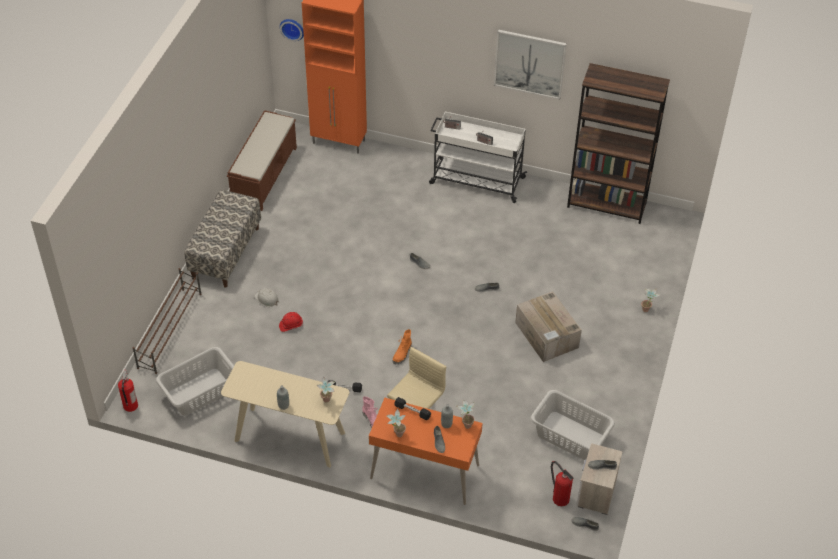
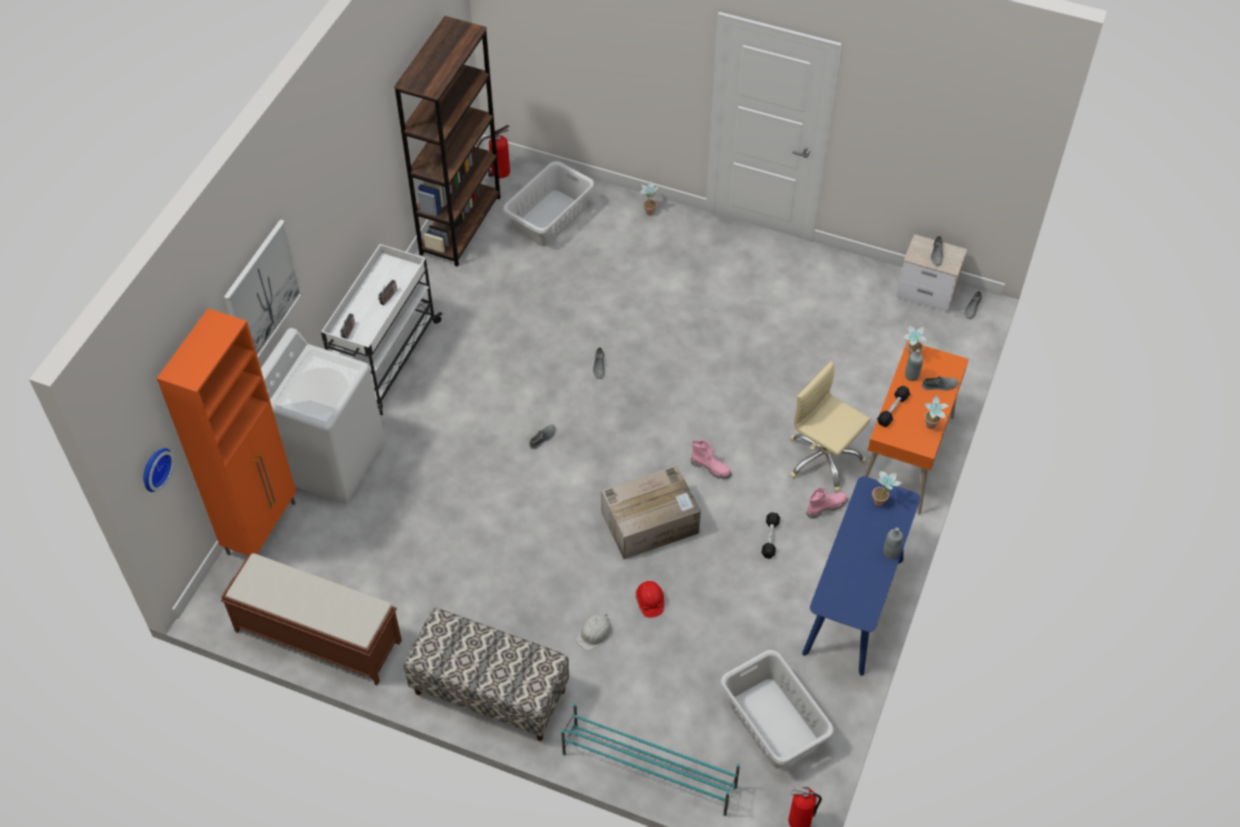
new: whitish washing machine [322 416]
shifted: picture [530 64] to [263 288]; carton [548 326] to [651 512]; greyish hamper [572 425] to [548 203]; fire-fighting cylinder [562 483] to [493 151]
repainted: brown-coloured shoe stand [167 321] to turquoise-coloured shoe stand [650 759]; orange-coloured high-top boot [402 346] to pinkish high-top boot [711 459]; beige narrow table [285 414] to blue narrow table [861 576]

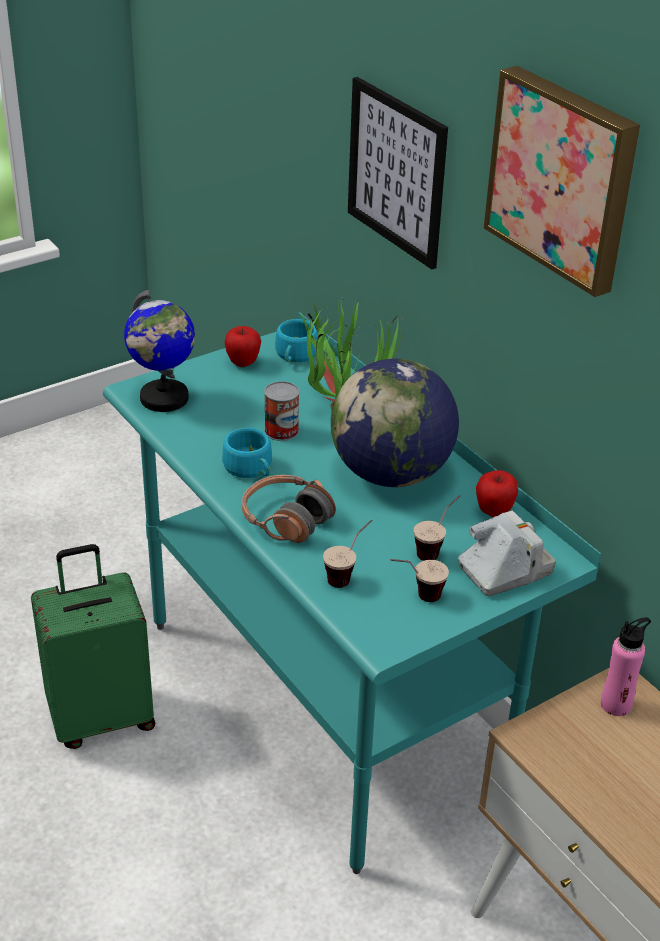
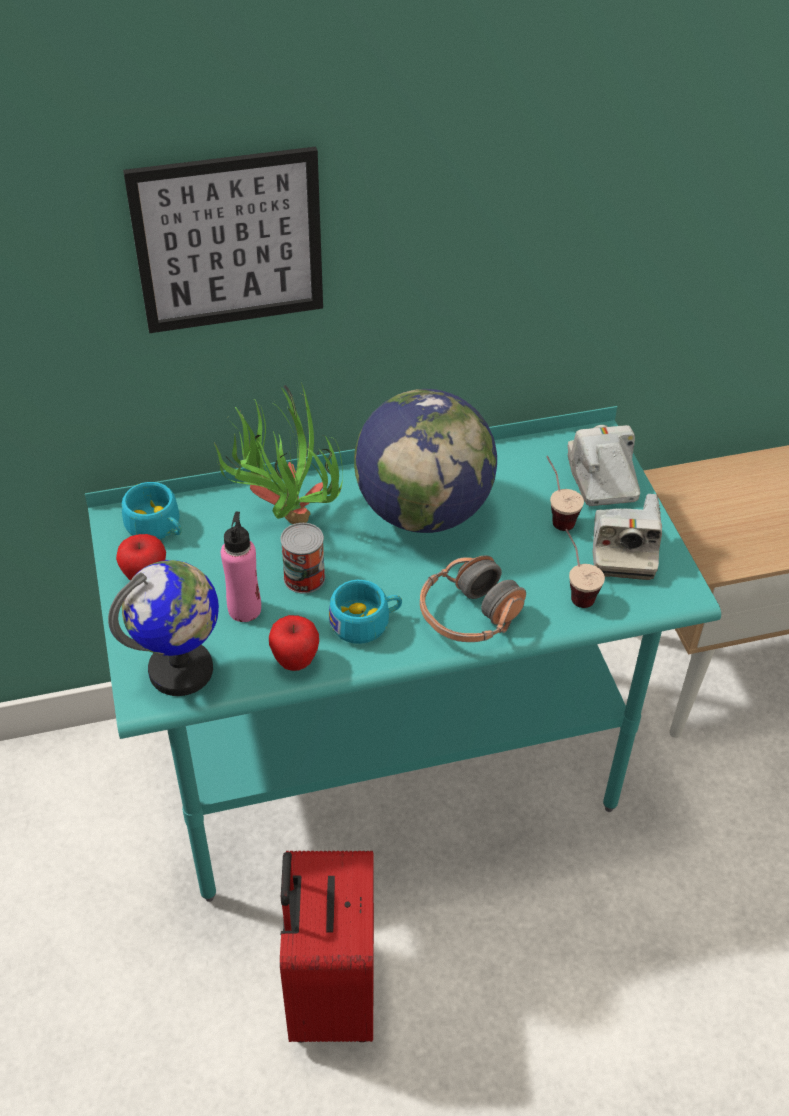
gone: picture [562 181]
shifted: apple fruit [497 493] to [294 643]; pinkish beverage bottle [626 666] to [241 567]
swapped: drinking cup [419 580] to photo camera [627 537]
repainted: green-coloured piece of luggage [93 646] to red piece of luggage [327 946]

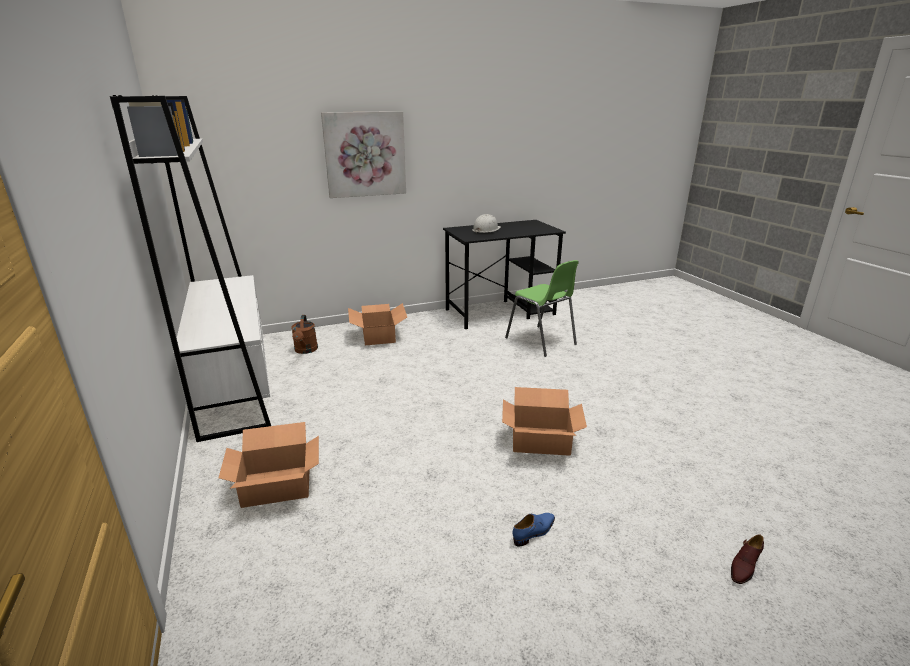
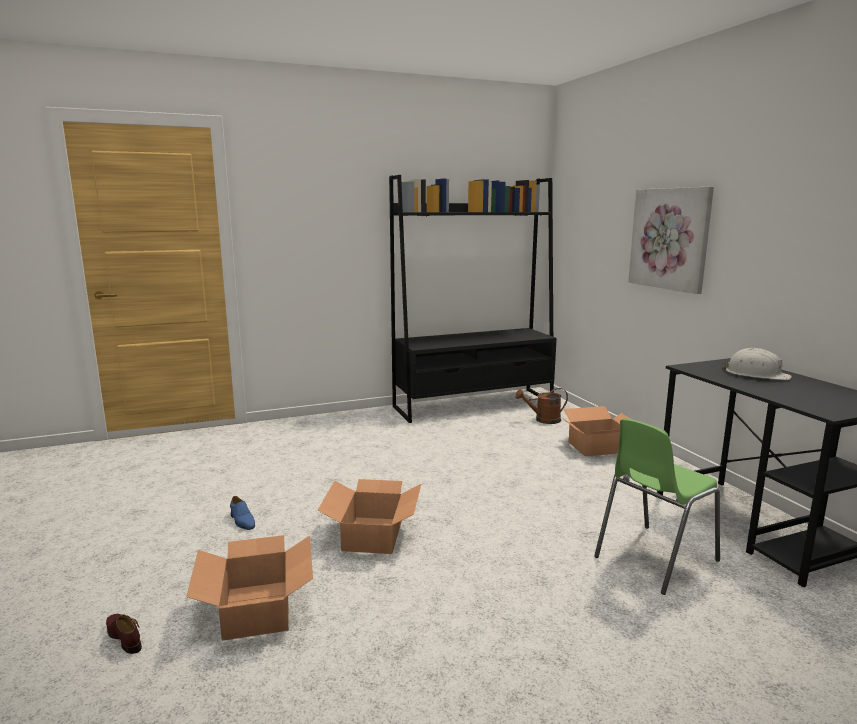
shifted: carton [269 465] to [249 588]
repainted: whitish bookcase [190 268] to black bookcase [473 299]

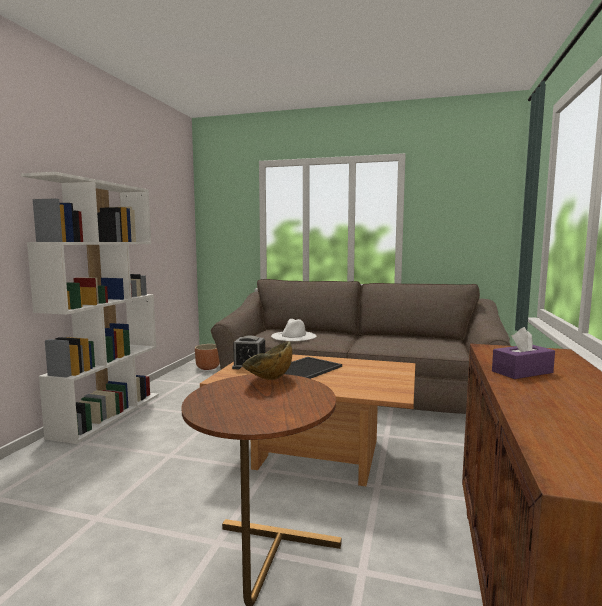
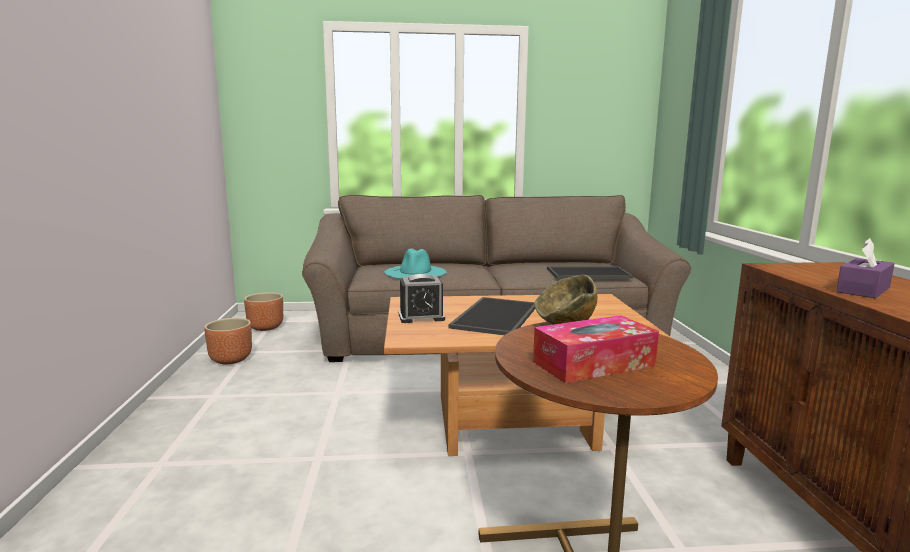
gone: whitish bookcase [90 308]
new: tray [590 272]; box of tissues [596 349]; brown-coloured flower pot [228 341]
repainted: whitish clothing hat [293 330] to turquoise-coloured clothing hat [415 264]

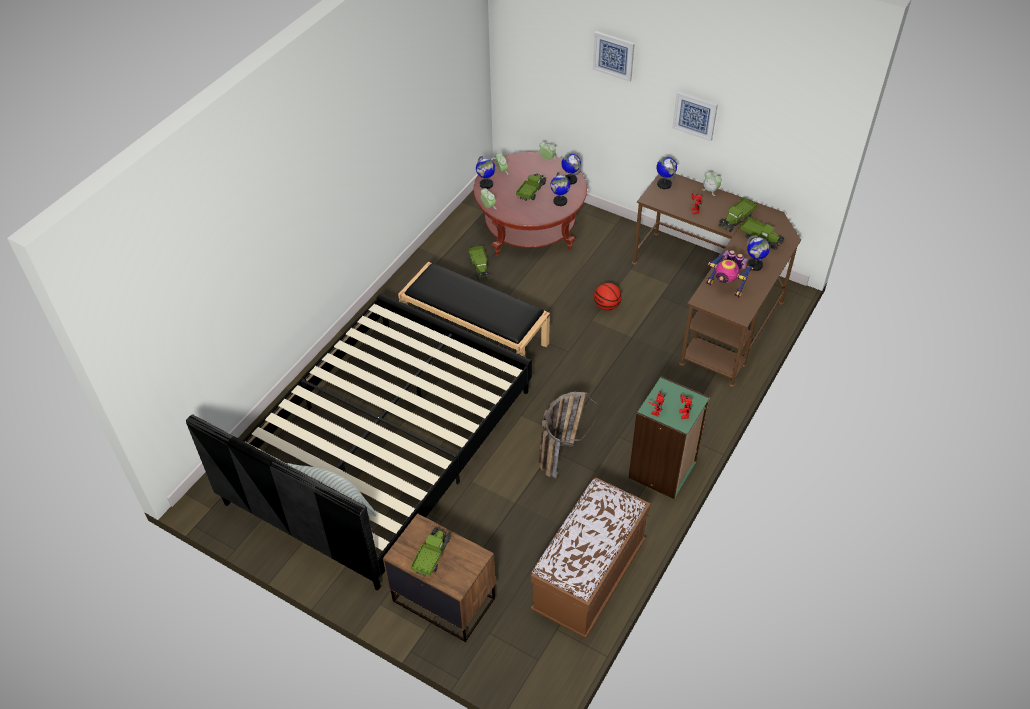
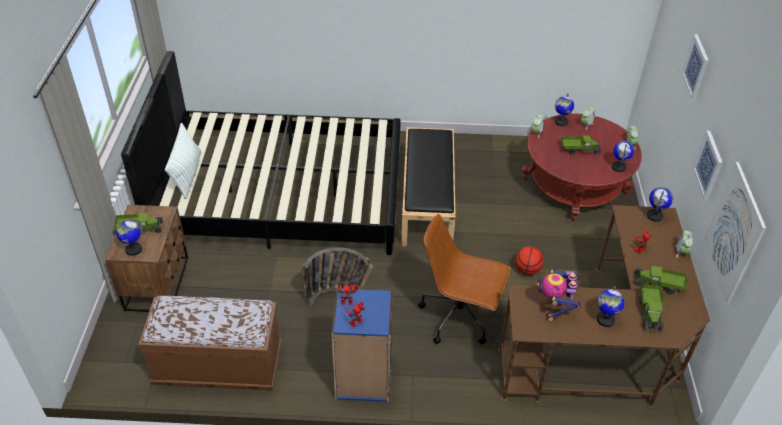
gone: toy truck [479 263]
new: picture [735 233]; brown-coloured office chair [464 279]
shifted: globe [560 189] to [129 237]
repainted: green-coloured bookcase [669 437] to blue bookcase [362 345]

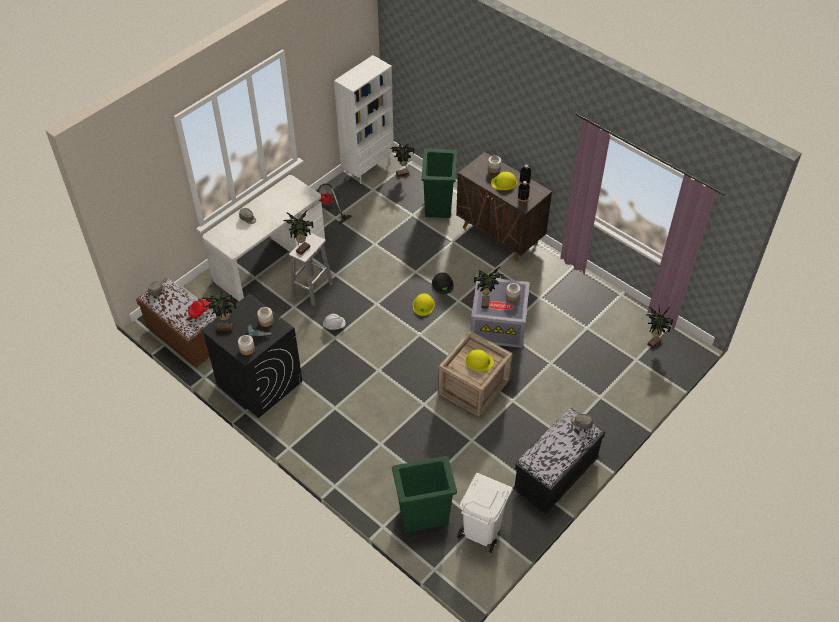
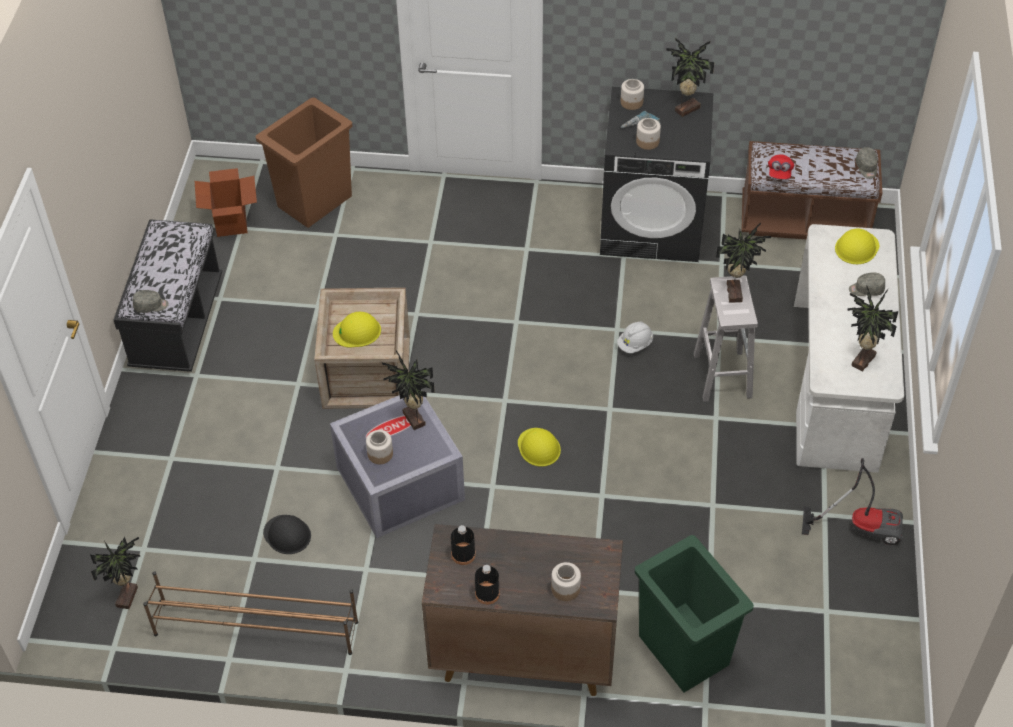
gone: whitish bookcase [364 119]
new: brown-coloured shoe stand [250 613]
shifted: plant in a pot [402 160] to [873 328]; yellowish hard hat [504 181] to [857 246]; black hard hat [443 283] to [287 534]
swapped: whitish rubbish bin [485 513] to carton [226 202]
repainted: green-coloured rubbish bin [424 494] to brown-coloured rubbish bin [304 163]

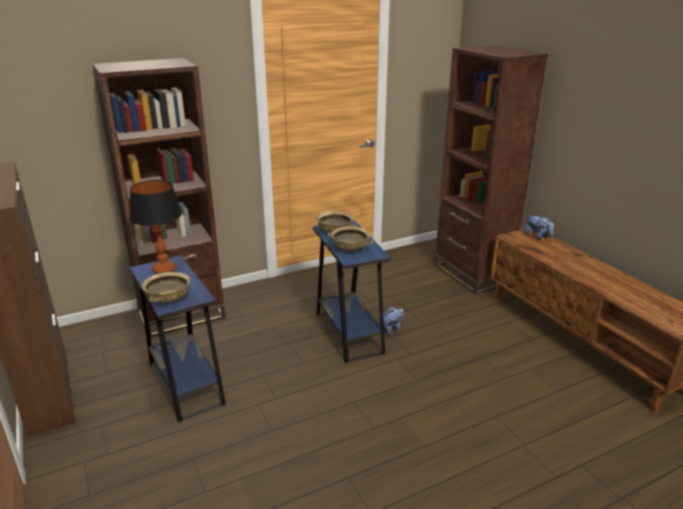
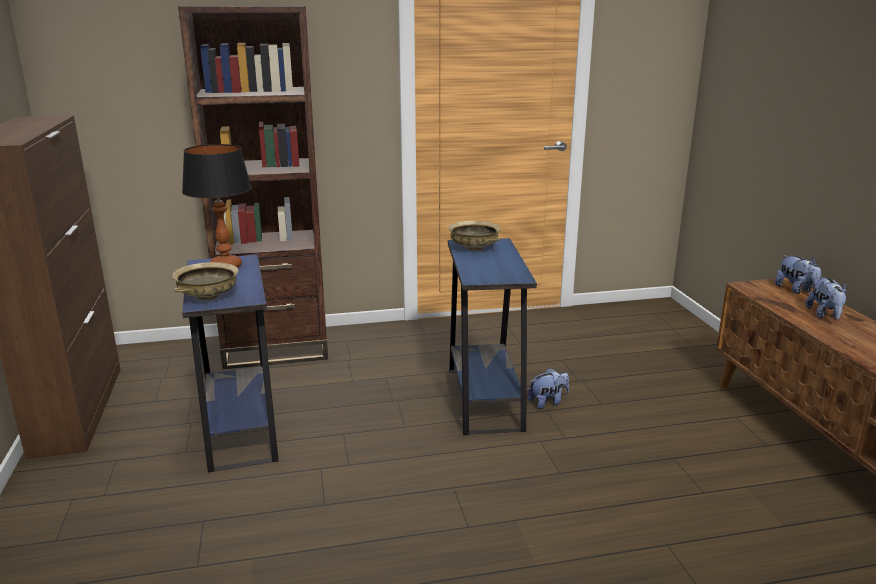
gone: brown-coloured bookcase [491 170]; beige serving bowl [350 239]
new: plush toy [826 298]

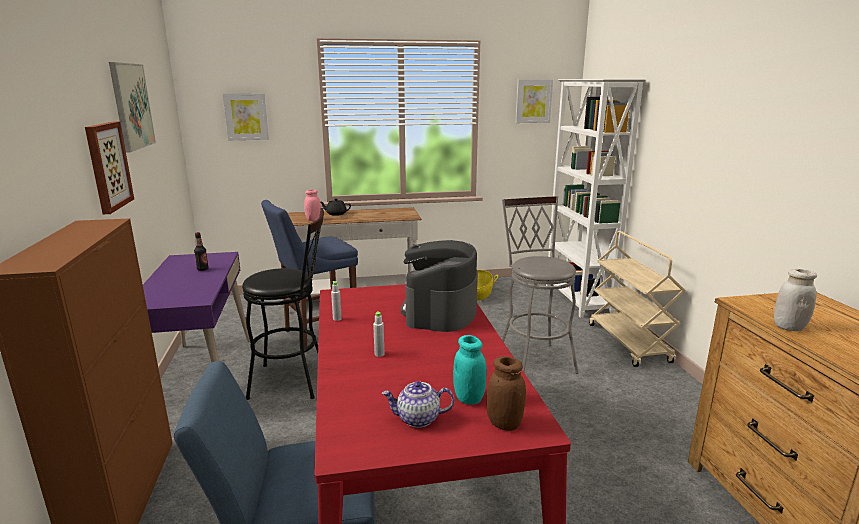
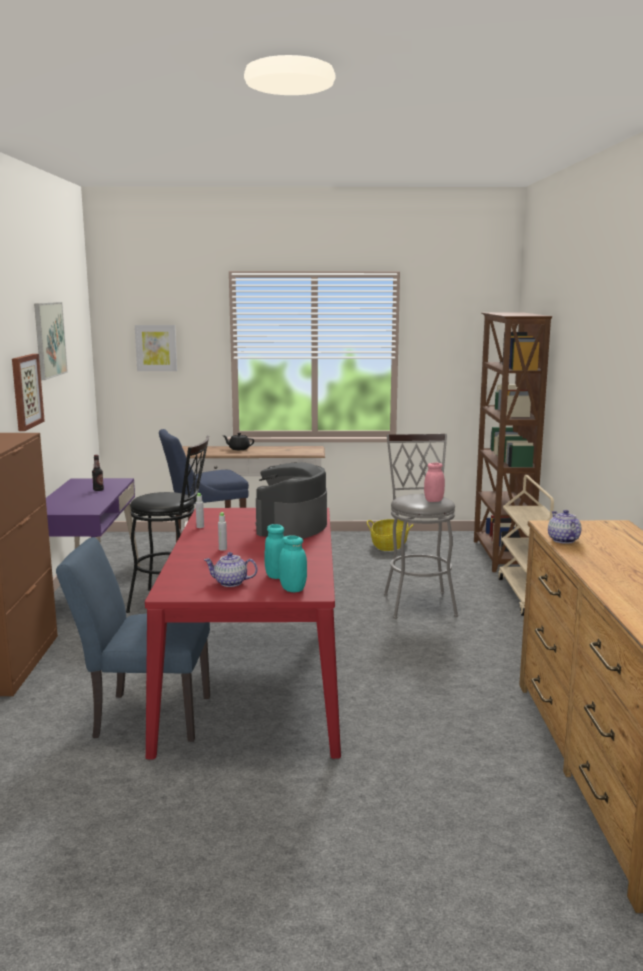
gone: picture [534 101]
shifted: pinkish storage jar [312 205] to [434 482]
swapped: whitish storage jar [795 300] to pot for tea [565 527]
repainted: whitish bookcase [596 198] to brown-coloured bookcase [513 442]; brown-coloured storage jar [506 393] to turquoise-coloured storage jar [293 563]

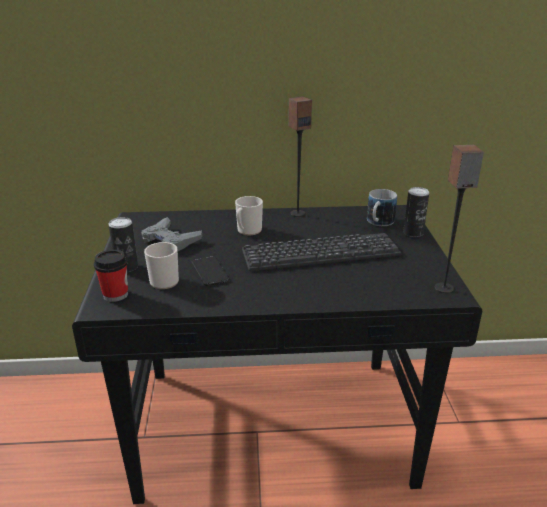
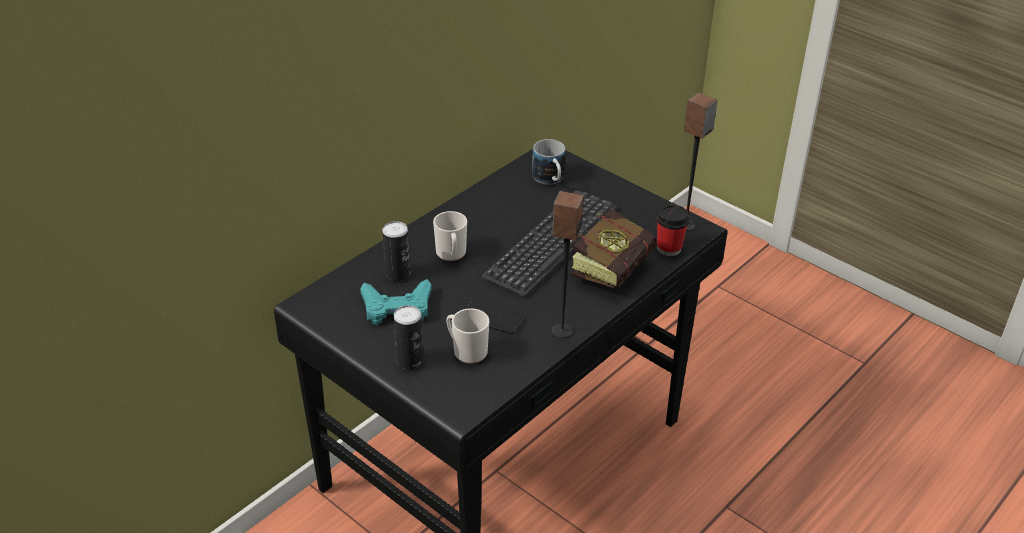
new: volume [613 248]
shifted: audio speaker [300 156] to [568 264]; sealed can [416 212] to [396 251]; drinking cup [111 276] to [673 230]
repainted: greyish joypad [171 234] to turquoise-coloured joypad [396 302]

